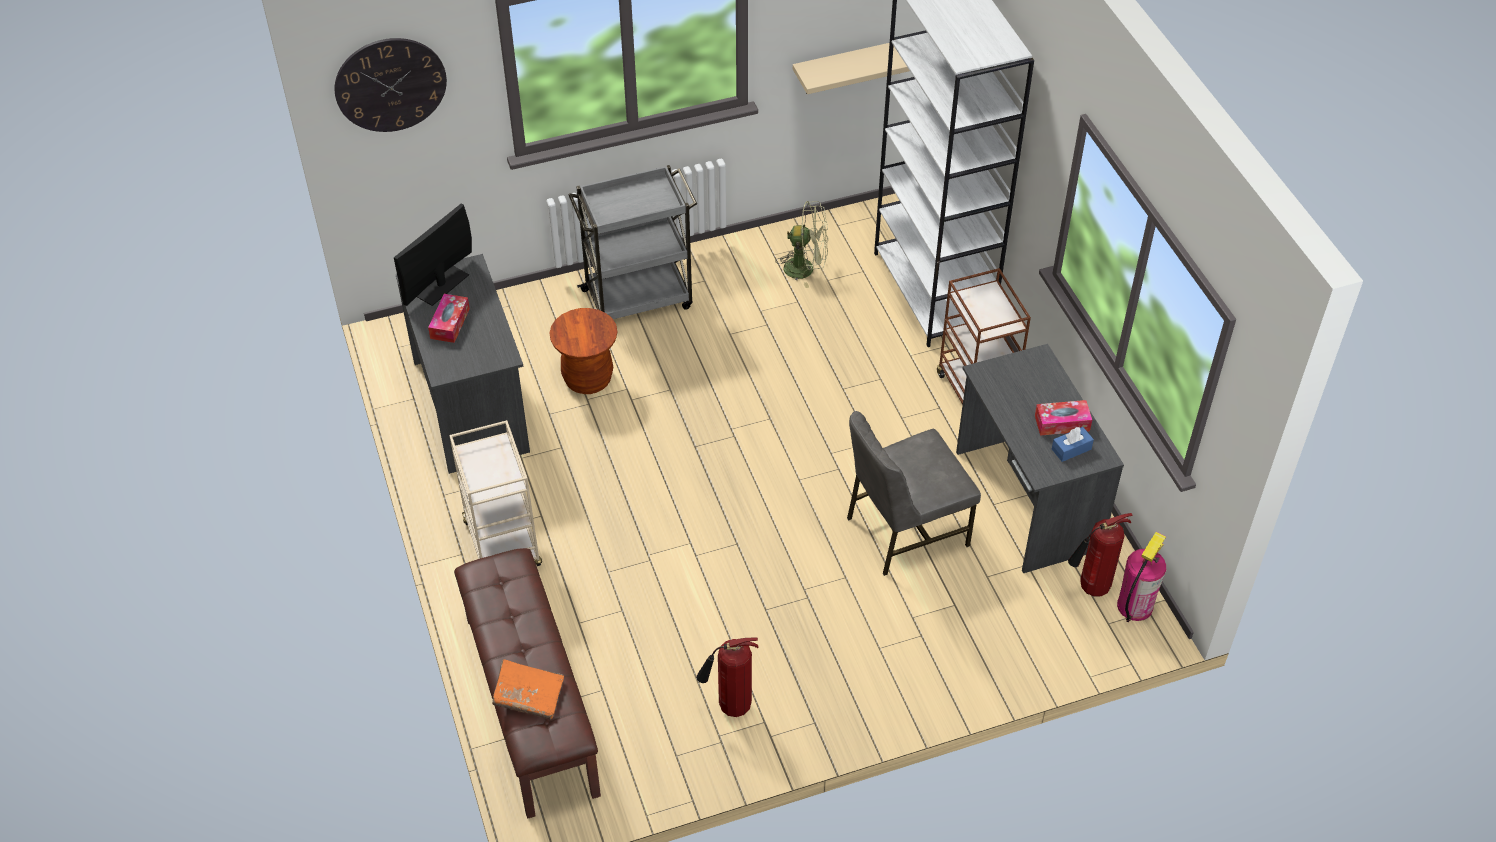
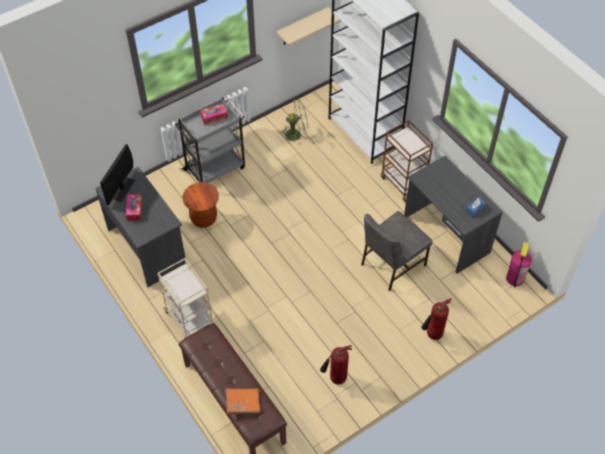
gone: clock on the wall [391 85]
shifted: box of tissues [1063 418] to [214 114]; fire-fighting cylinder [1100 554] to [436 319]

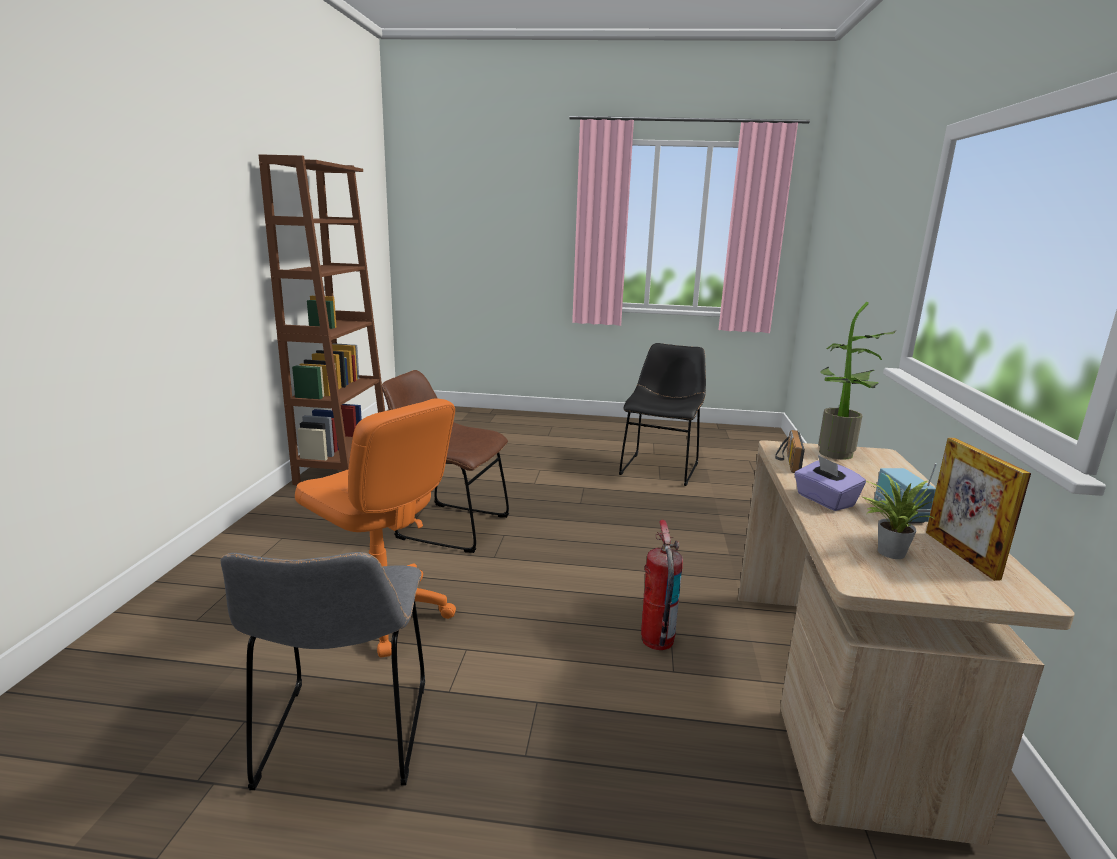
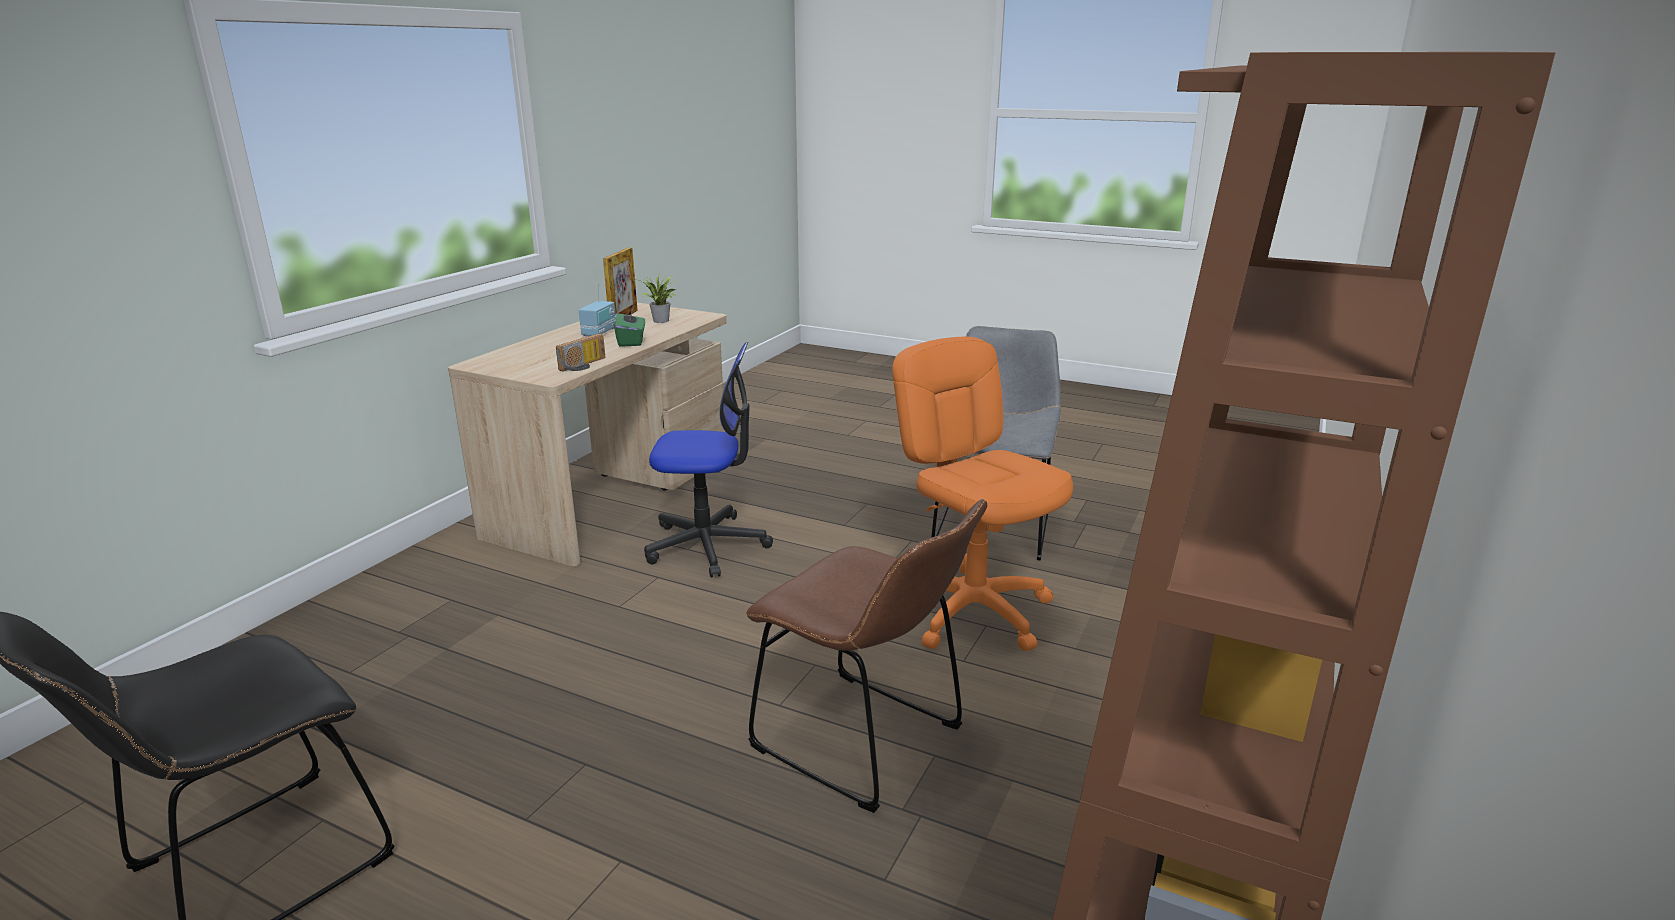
gone: plant in a pot [857 381]
swapped: fire-fighting cylinder [662 584] to office chair [708 460]
repainted: purplish box of tissues [830 483] to green-coloured box of tissues [629 326]

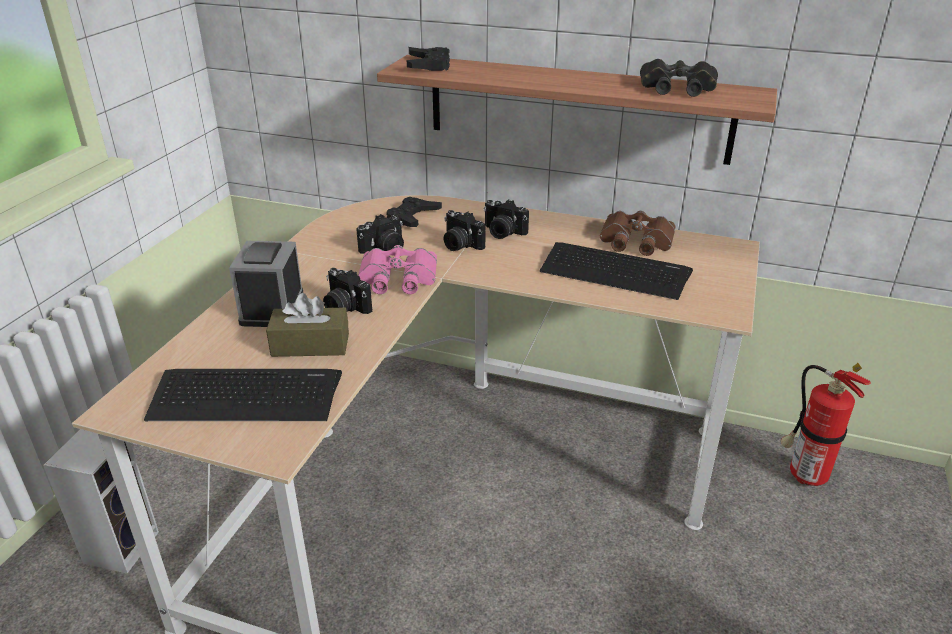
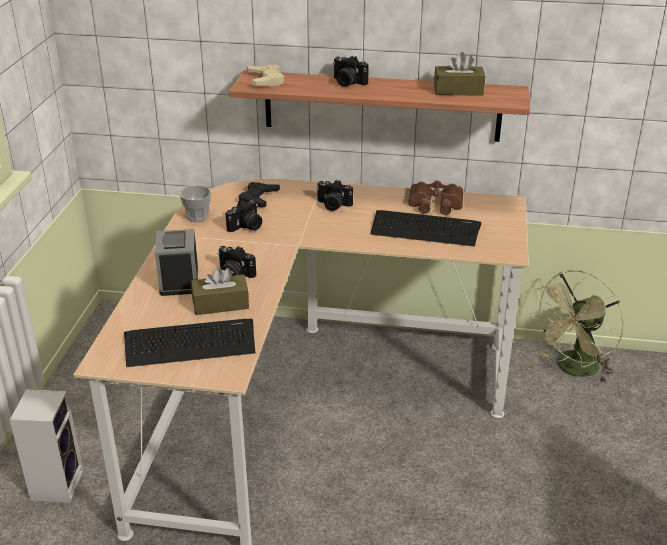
gone: pinkish binoculars [397 269]
new: drinking cup [195 203]
shifted: photo camera [465 230] to [351 71]
swapped: black binoculars [679 78] to brown-coloured box of tissues [459 74]; fire-fighting cylinder [825 424] to green-coloured electric fan [577 327]
repainted: black joypad [428 59] to beige joypad [265 75]

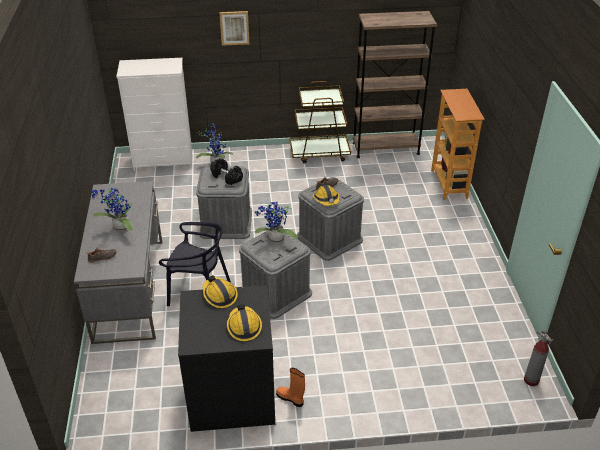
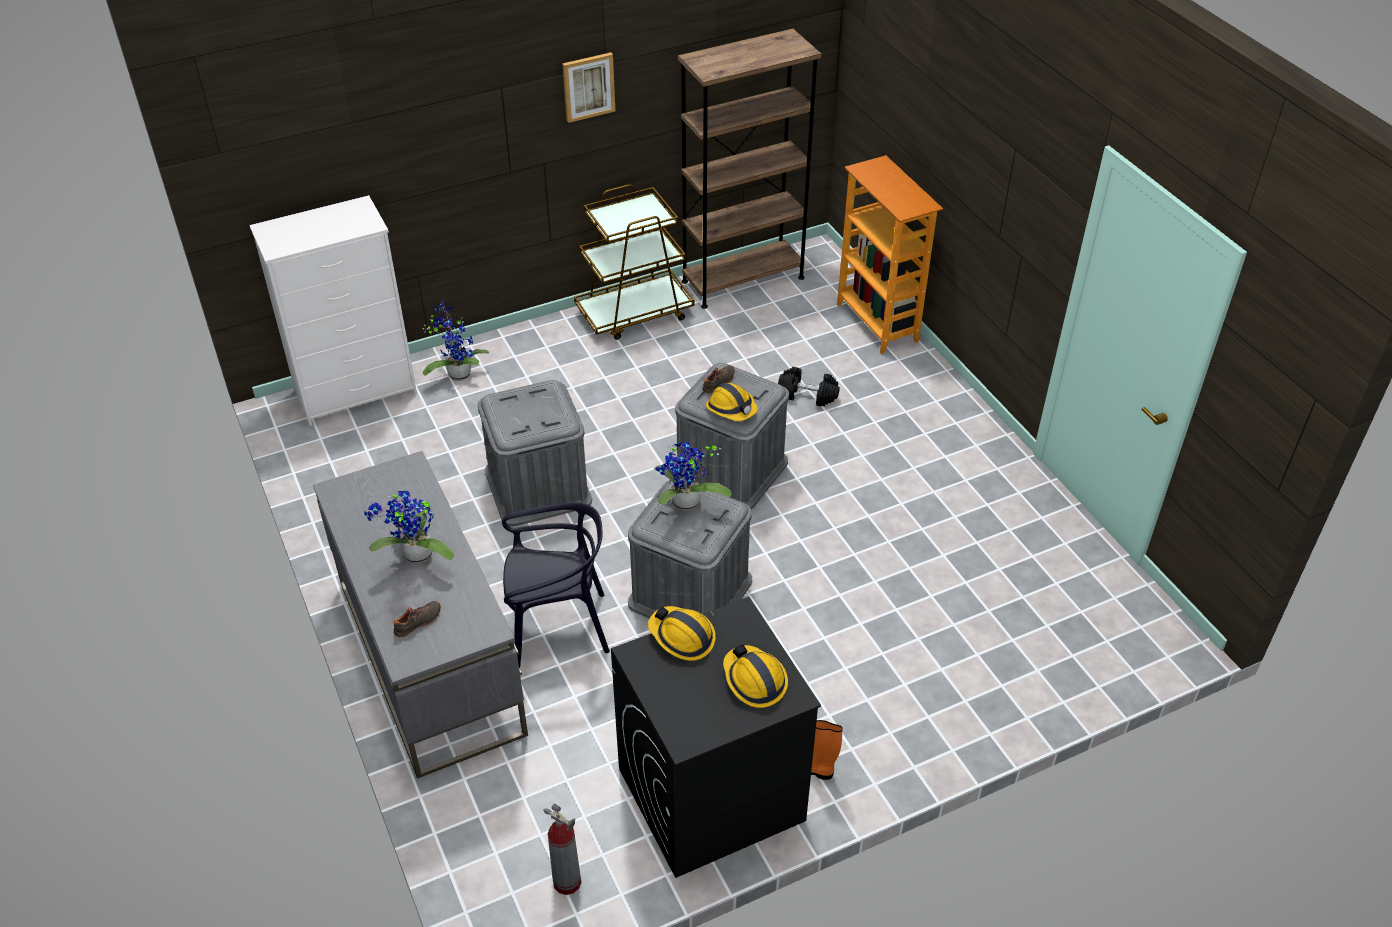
shifted: picture [234 28] to [588 87]; black free weight [226 171] to [809 386]; fire-fighting cylinder [539 358] to [562 849]

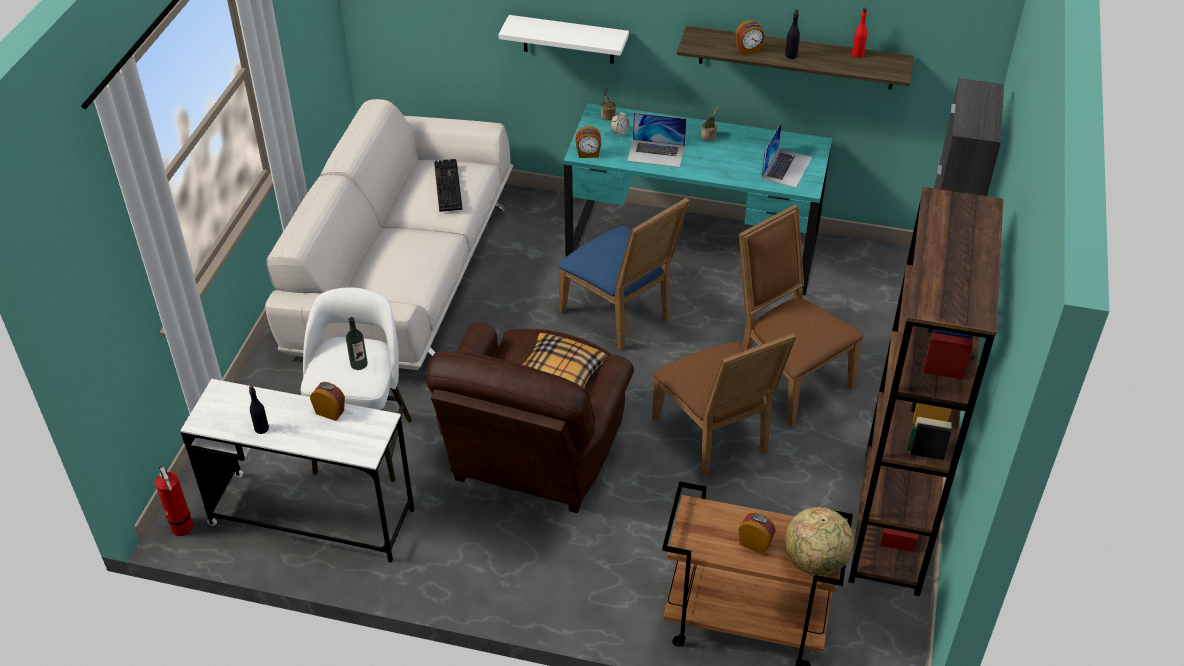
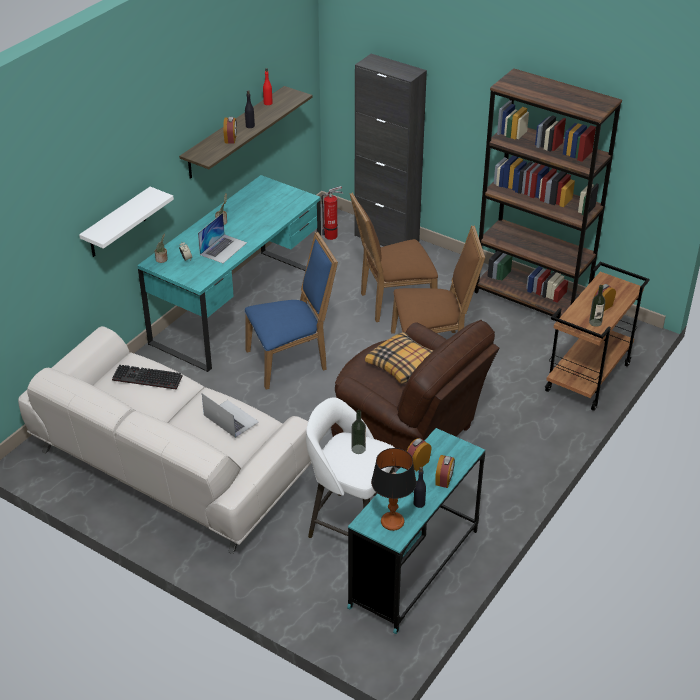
gone: globe [819 541]
new: beverage bottle [597 306]; tabletop lamp [394 489]
shifted: laptop [786 154] to [230 415]; alarm clock [588 142] to [445 471]; fire-fighting cylinder [174 501] to [332 213]
repainted: whitish desk unit [297 471] to turquoise-coloured desk unit [416 531]

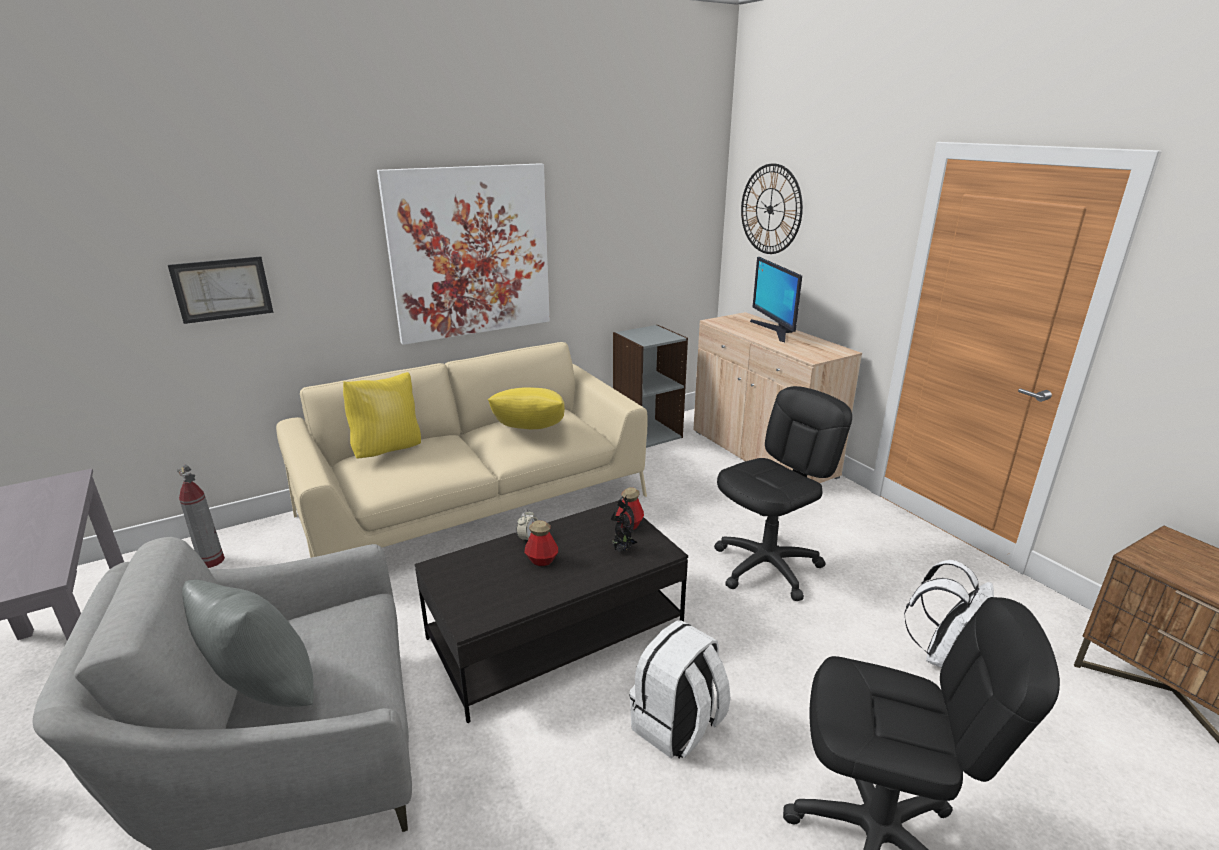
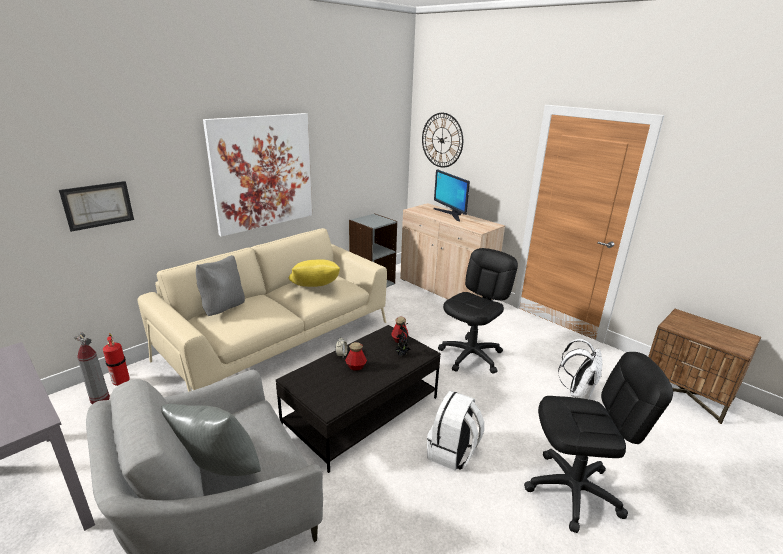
new: fire-fighting cylinder [116 359]
repainted: yellowish pillow [382 415] to greyish pillow [220 285]

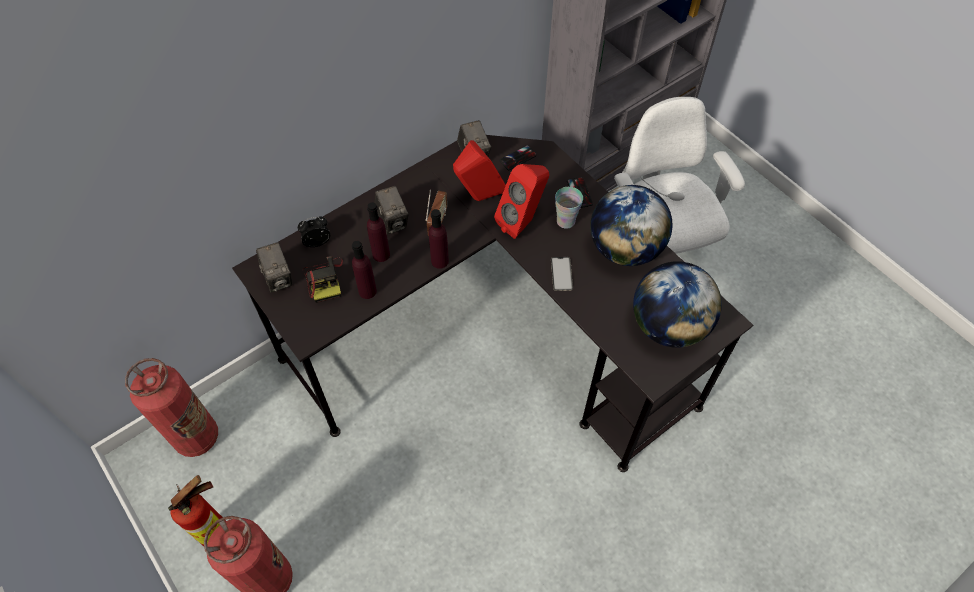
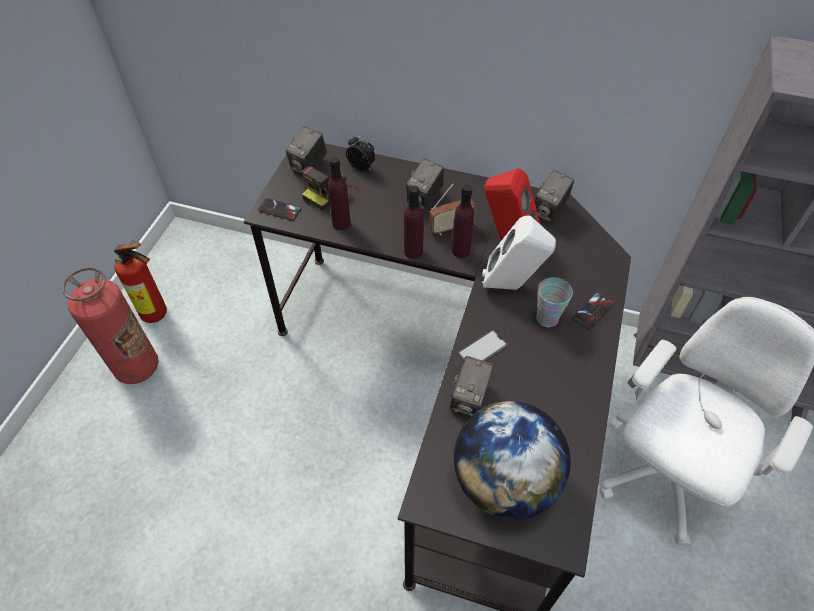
gone: globe [631 225]; fire-fighting cylinder [171 407]
new: photo camera [472 386]
shifted: handset [518 157] to [279 209]; purplish beverage bottle [378 232] to [463 221]
repainted: red audio speaker [521 201] to whitish audio speaker [519 252]

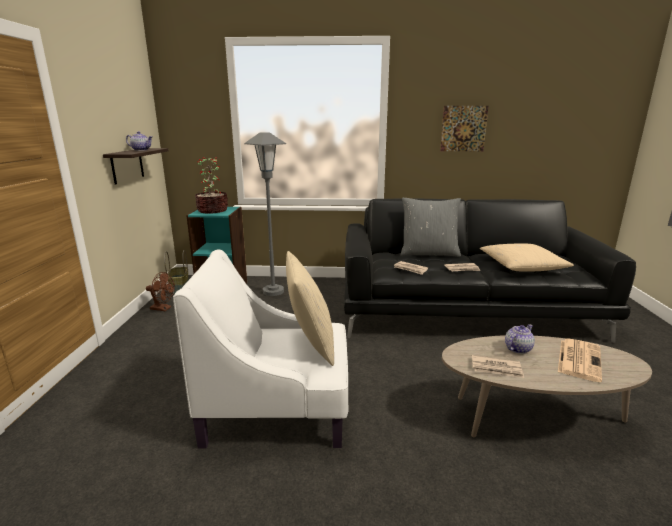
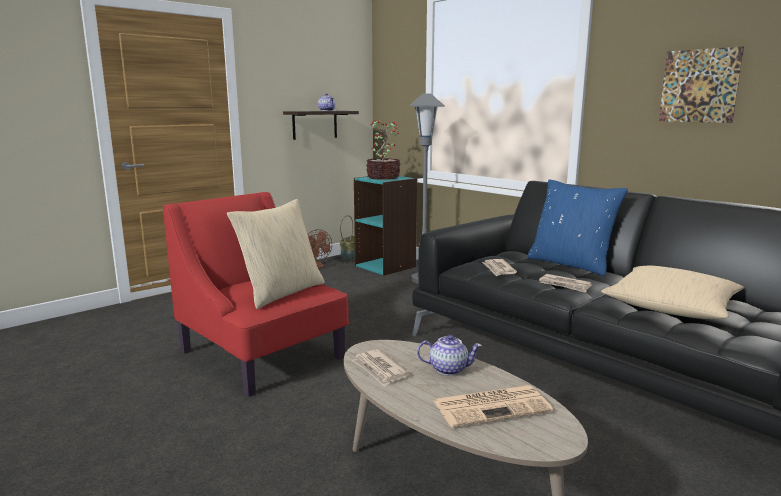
repainted: greyish pillow [431 227] to blue pillow [577 227]; whitish easy chair [260 349] to red easy chair [256 294]

